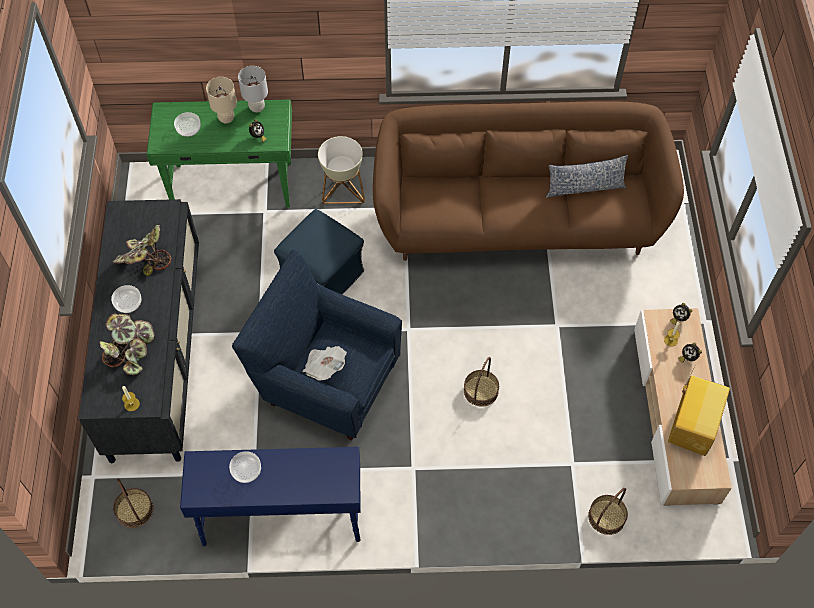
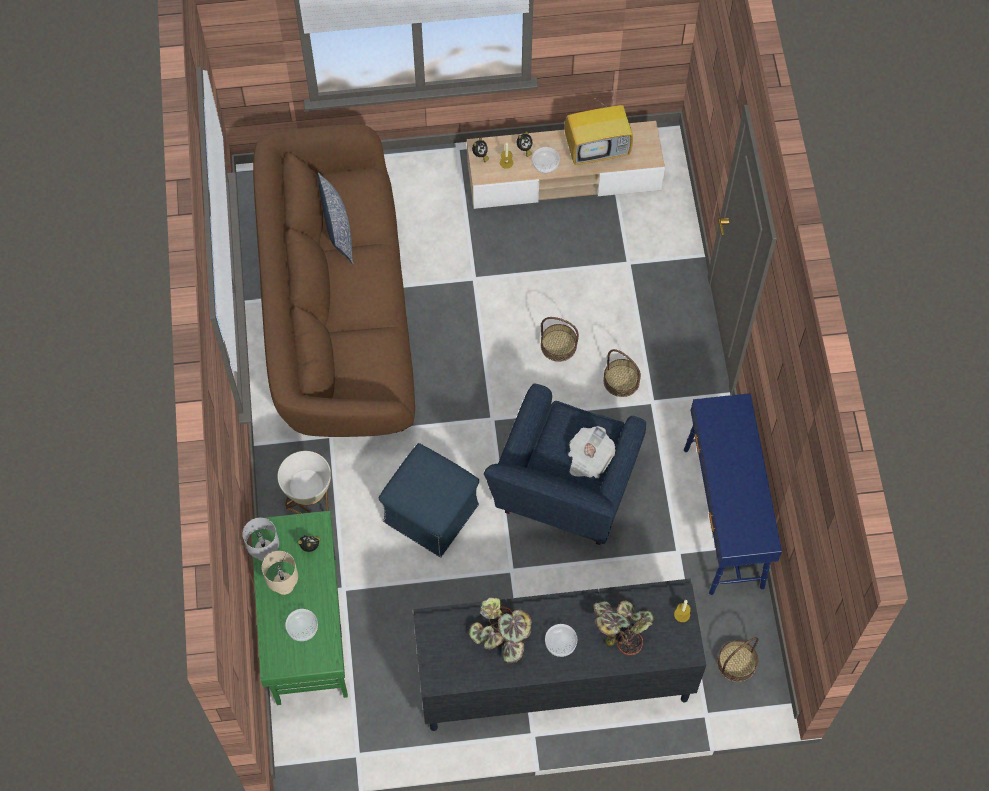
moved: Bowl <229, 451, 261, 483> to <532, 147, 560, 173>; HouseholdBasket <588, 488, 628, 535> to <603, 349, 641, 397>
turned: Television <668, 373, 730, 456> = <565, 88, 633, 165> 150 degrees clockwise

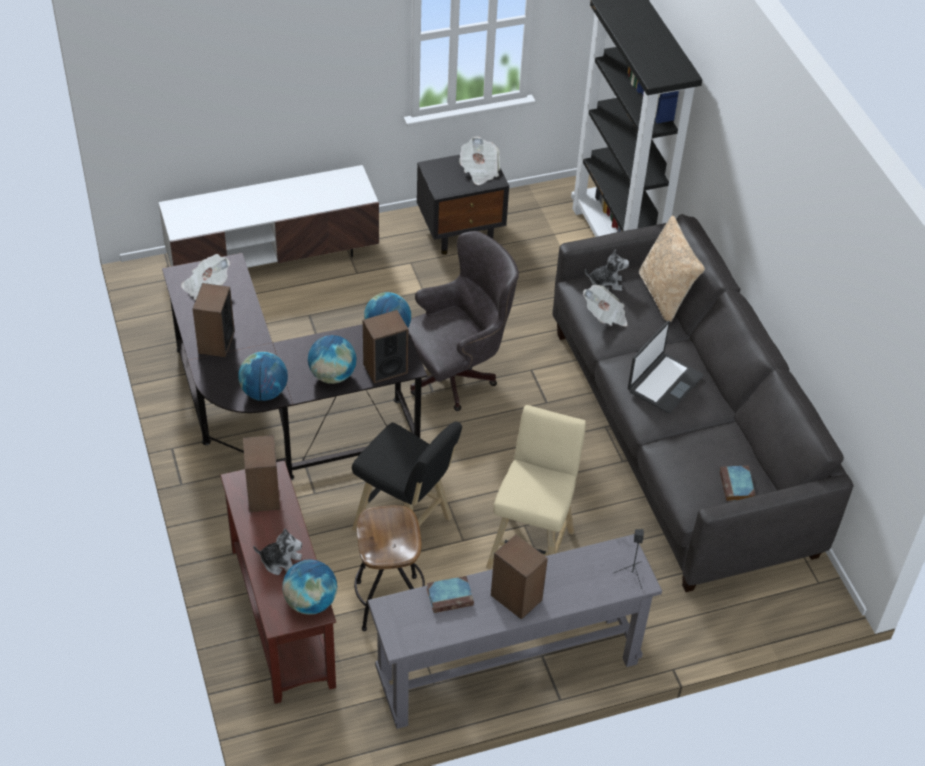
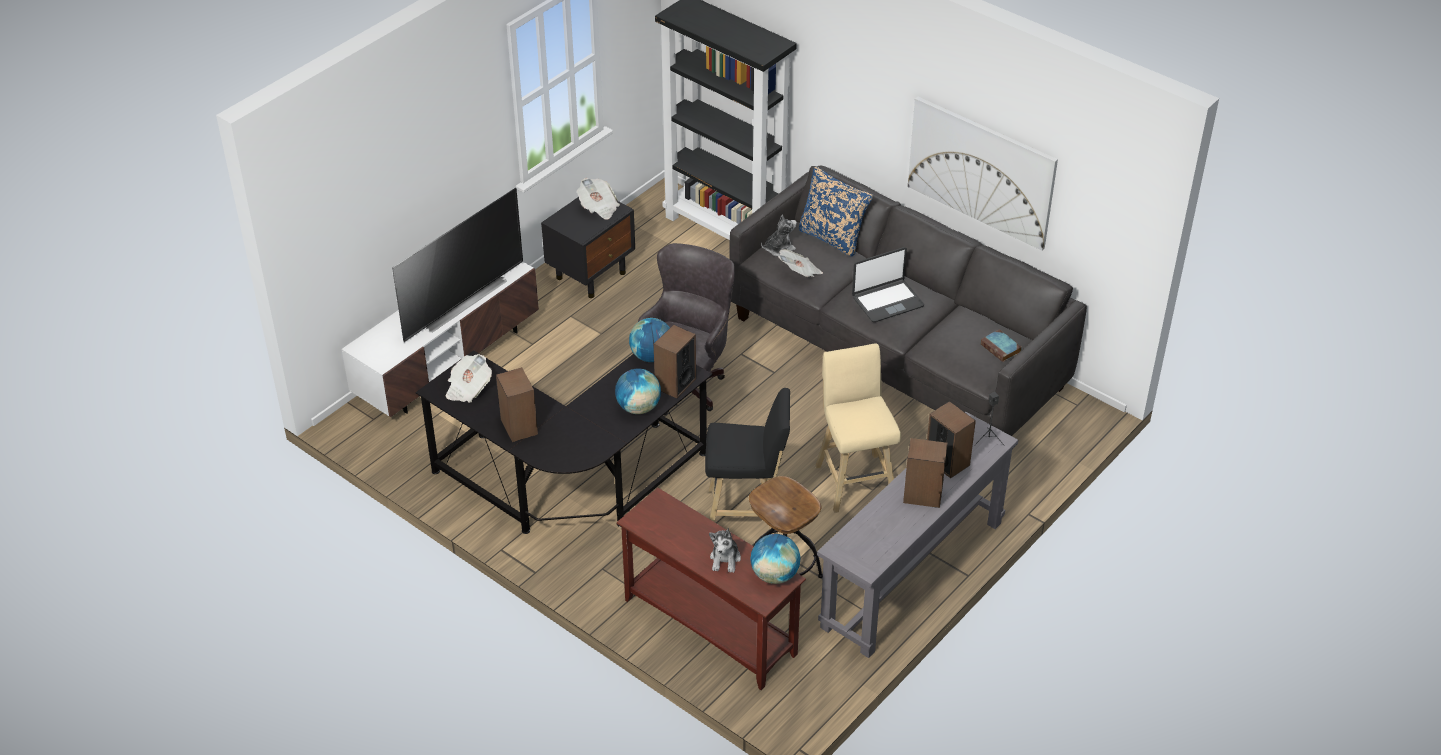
removed: DeskGlobe <238, 352, 288, 401>; Book <426, 576, 474, 613>
added: WallPicture <908, 97, 1058, 251>; Television <392, 188, 523, 342>
moved: Speaker <243, 435, 280, 512> to <927, 401, 976, 478>
recoloured: BeigeColouredCushion <639, 215, 705, 322> to BlueCushion <799, 166, 873, 256>
turned: NotebookComputer <628, 321, 703, 413> = <852, 247, 924, 322> 60 degrees clockwise; PlushToy <253, 529, 302, 575> = <709, 528, 741, 573> 120 degrees clockwise

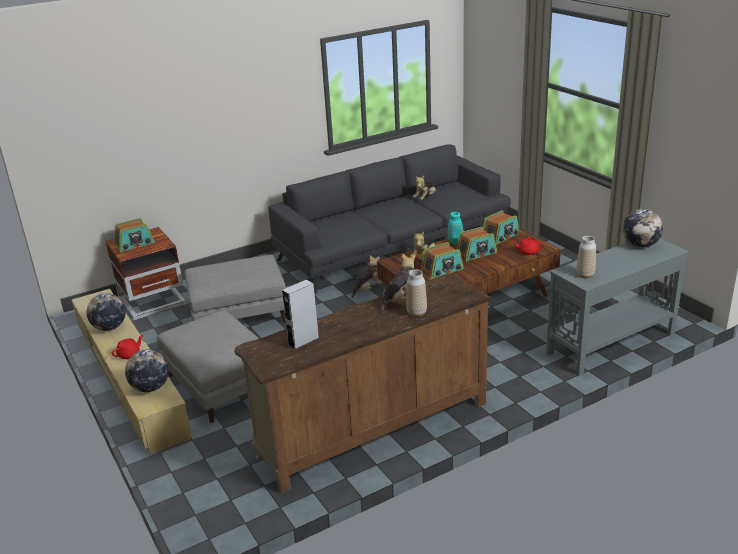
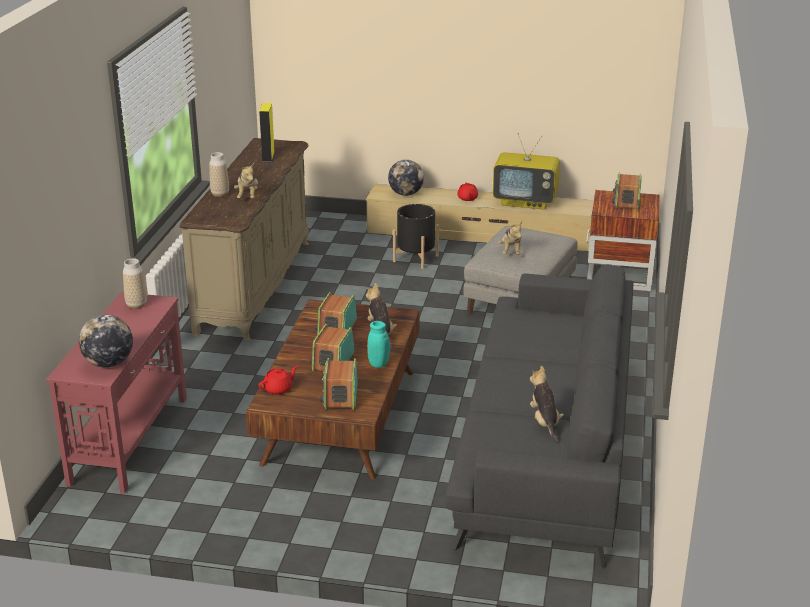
moved: PlushToy <351, 255, 382, 298> to <498, 221, 522, 255>
replaced: DeskGlobe <87, 293, 126, 331> to Television <493, 133, 560, 209>; GreyOttoman <157, 310, 259, 423> to BlackColouredPlantPot <393, 204, 439, 269>
recoloured: GreyNarrowTable <546, 239, 689, 376> to RedColouredNarrowTable <46, 292, 187, 494>; GreySpeaker <282, 279, 319, 350> to YellowishSpeaker <259, 103, 275, 161>

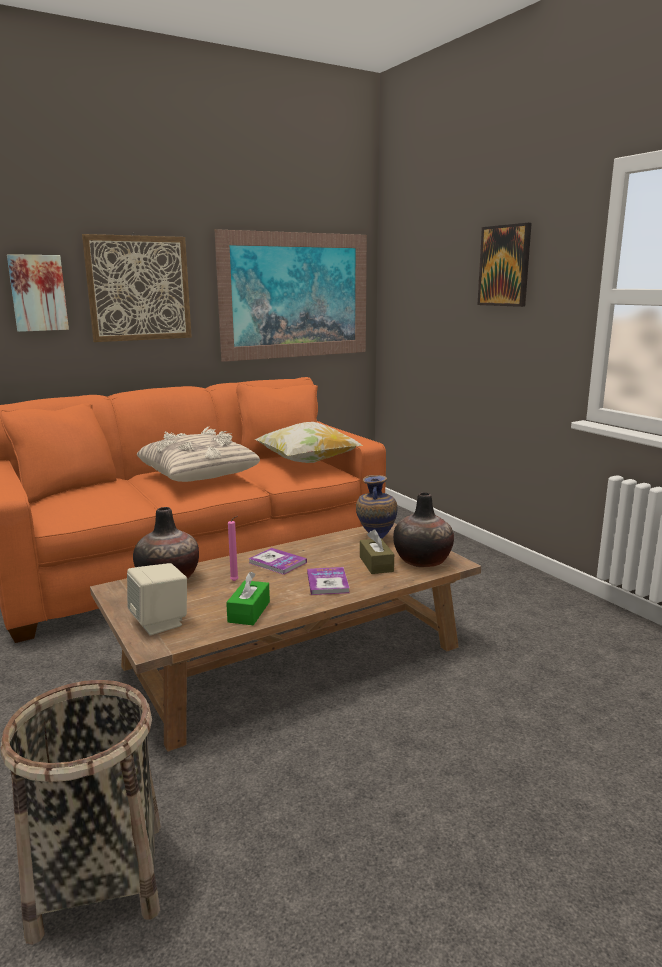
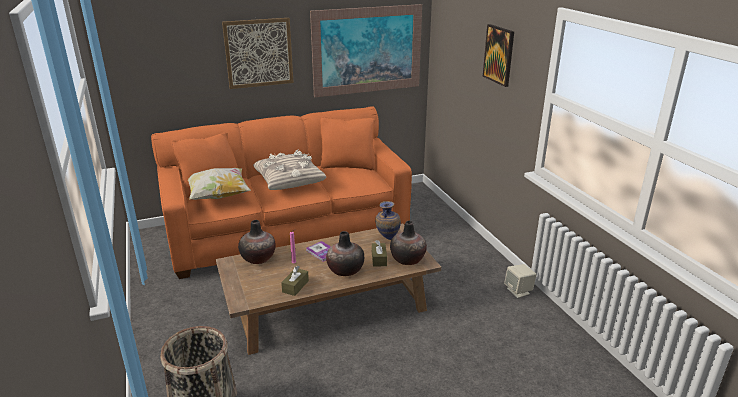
removed: WallPicture <7, 254, 69, 332>
moved: Cushion <255, 422, 363, 463> to <188, 168, 251, 200>; BeigeColouredSpeaker <127, 563, 187, 636> to <504, 264, 537, 298>
replaced: Book <307, 567, 350, 595> to Vase <326, 231, 364, 276>
recoloured: GreenBoxOfTissues <226, 572, 270, 625> to BrownBoxOfTissues <281, 266, 309, 296>

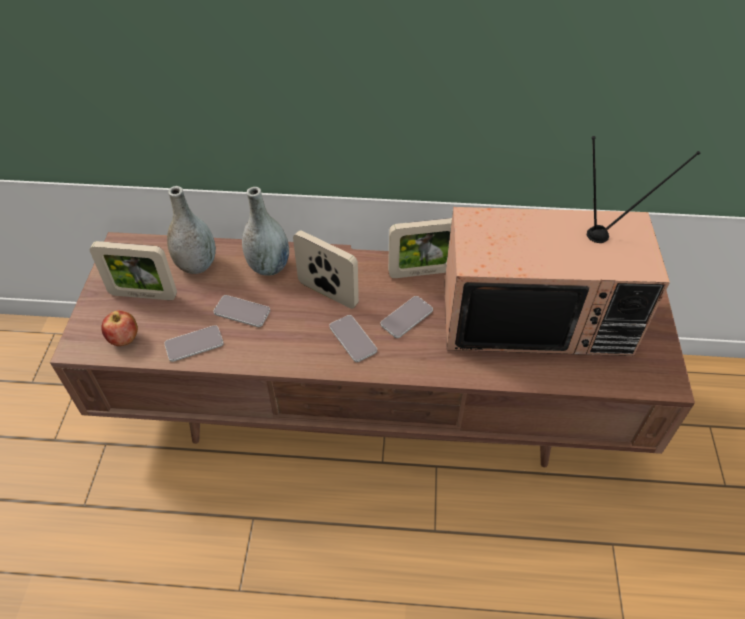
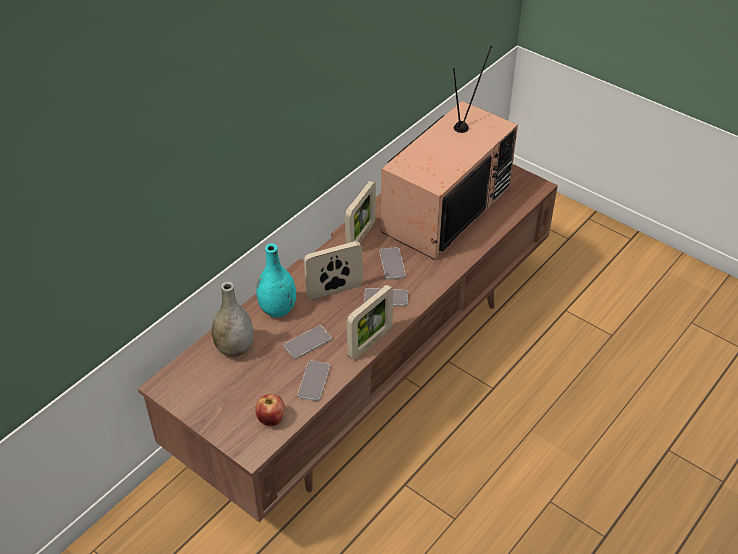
moved: PictureFrame <90, 241, 177, 300> to <347, 285, 393, 360>
recoloured: GreyVase <242, 187, 289, 276> to TurquoiseVase <256, 244, 296, 317>

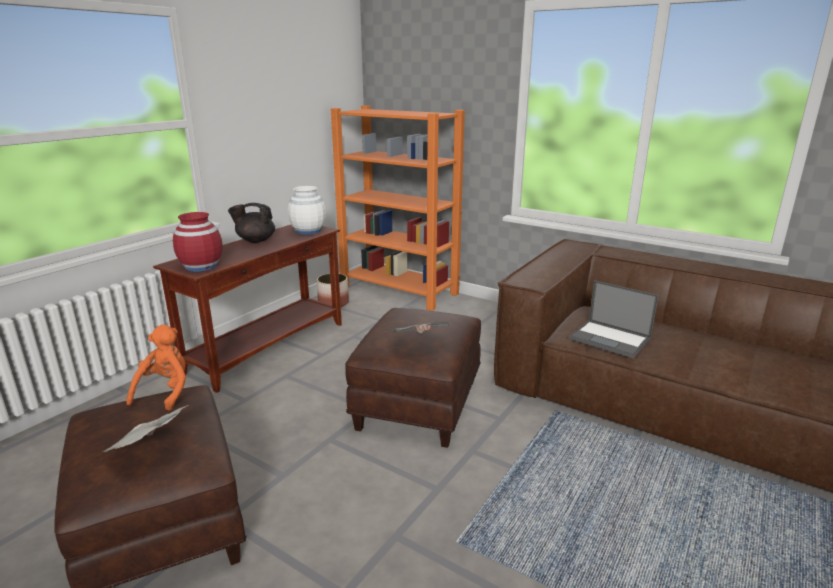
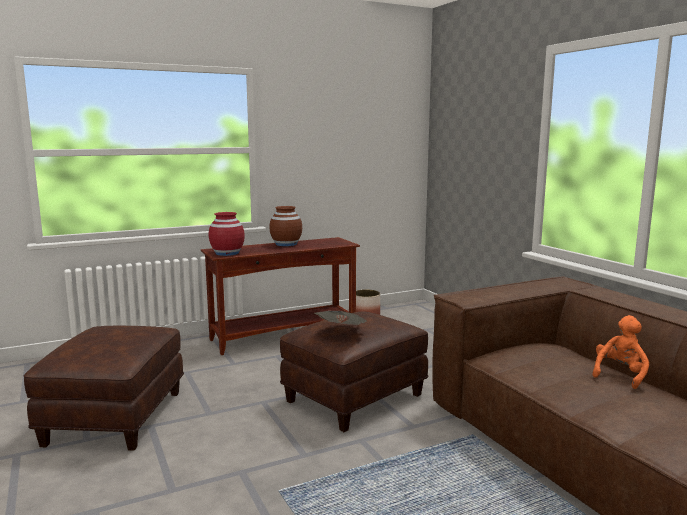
removed: OrangeShelvingUnit <331, 105, 465, 311>; WhiteVase <288, 186, 326, 234>; NotebookComputer <569, 280, 659, 358>; Newspaper <103, 405, 188, 452>
moved: OrangePlushToy <126, 325, 186, 411> to <592, 315, 649, 389>
replaced: BlackColouredTeapot <228, 203, 275, 243> to BrownVase <269, 206, 302, 246>

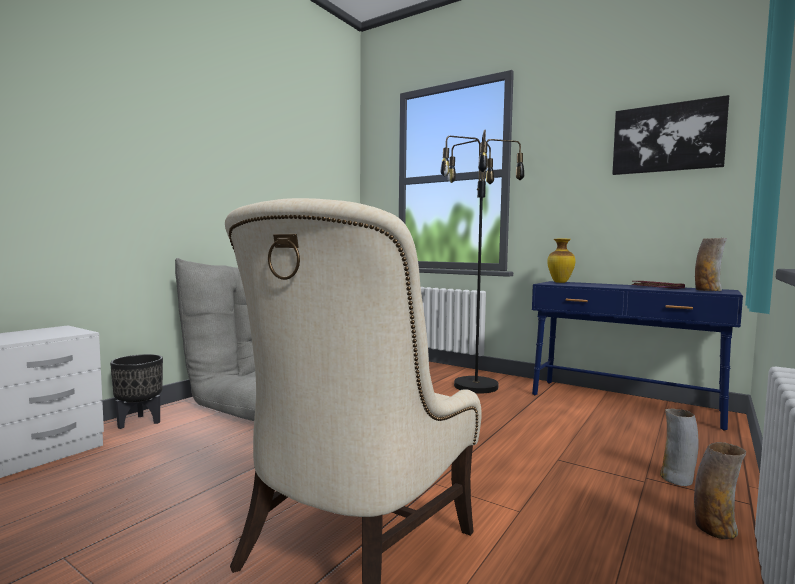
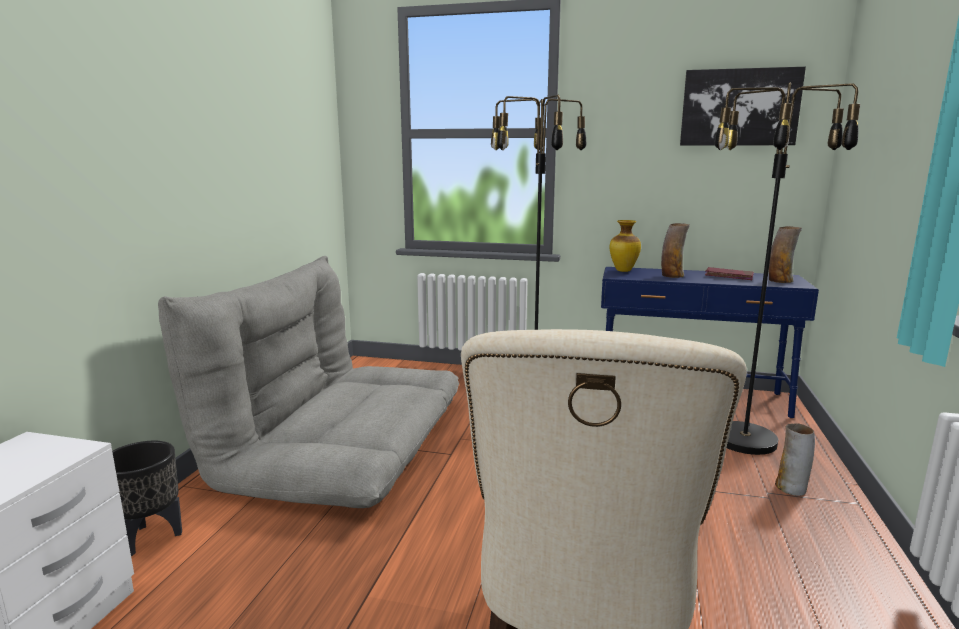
added: StandardLamp <715, 83, 860, 455>
moved: Vase <694, 442, 746, 539> to <661, 223, 690, 278>

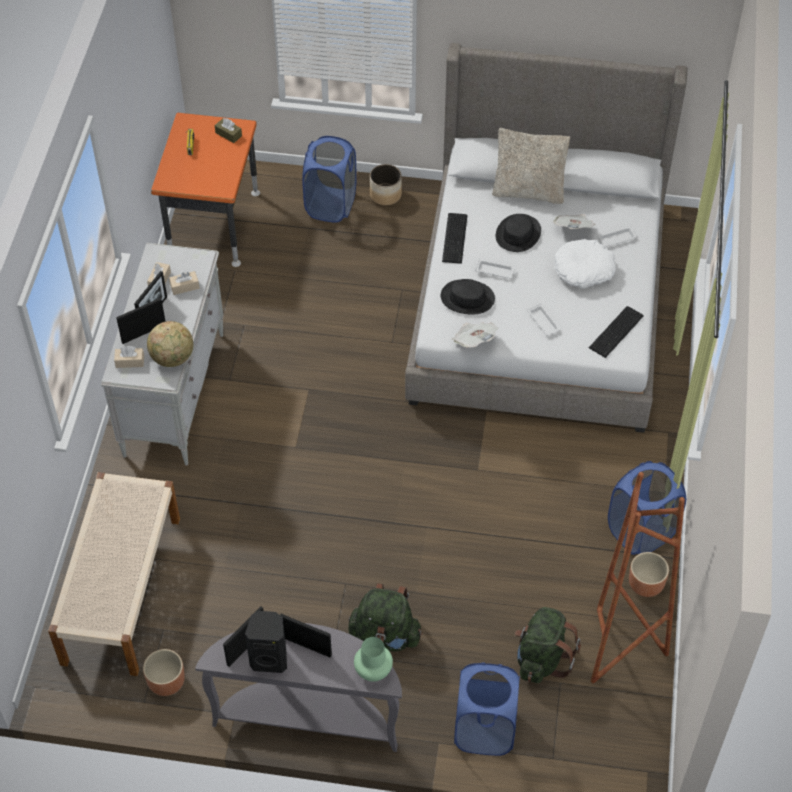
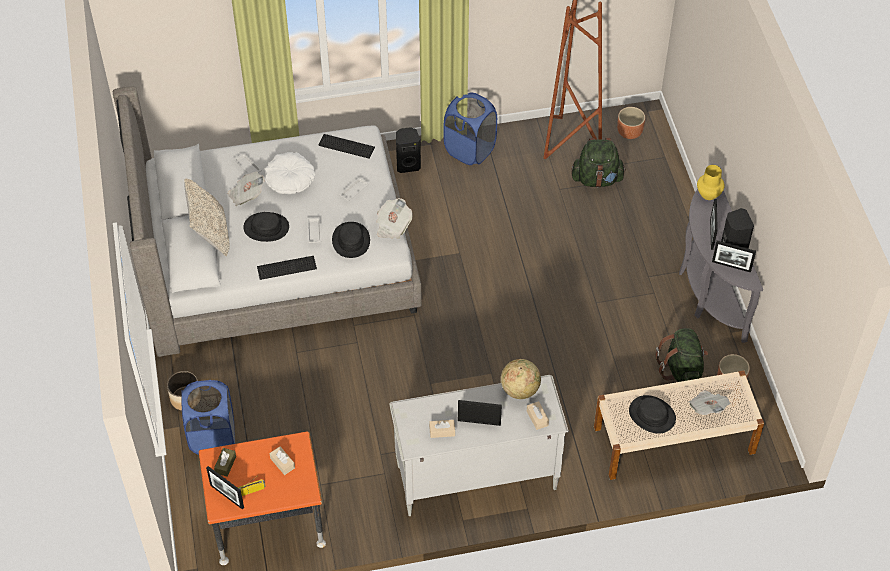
removed: BlueWashingBasket <454, 662, 520, 756>
added: BlackColouredSpeaker <396, 127, 421, 173>; Newspaper <688, 390, 730, 415>; BlackColouredWearableHat <629, 395, 676, 434>
moved: BeigeColouredBoxOfTissues <169, 271, 200, 295> to <270, 447, 295, 475>; PictureFrame <116, 298, 166, 344> to <206, 466, 244, 510>; BrownPlantPot <629, 552, 669, 597> to <617, 107, 645, 139>; GreenBackpack <348, 583, 423, 652> to <655, 328, 708, 382>
recoloured: GreenVase <354, 637, 393, 682> to YellowishVase <697, 165, 725, 200>

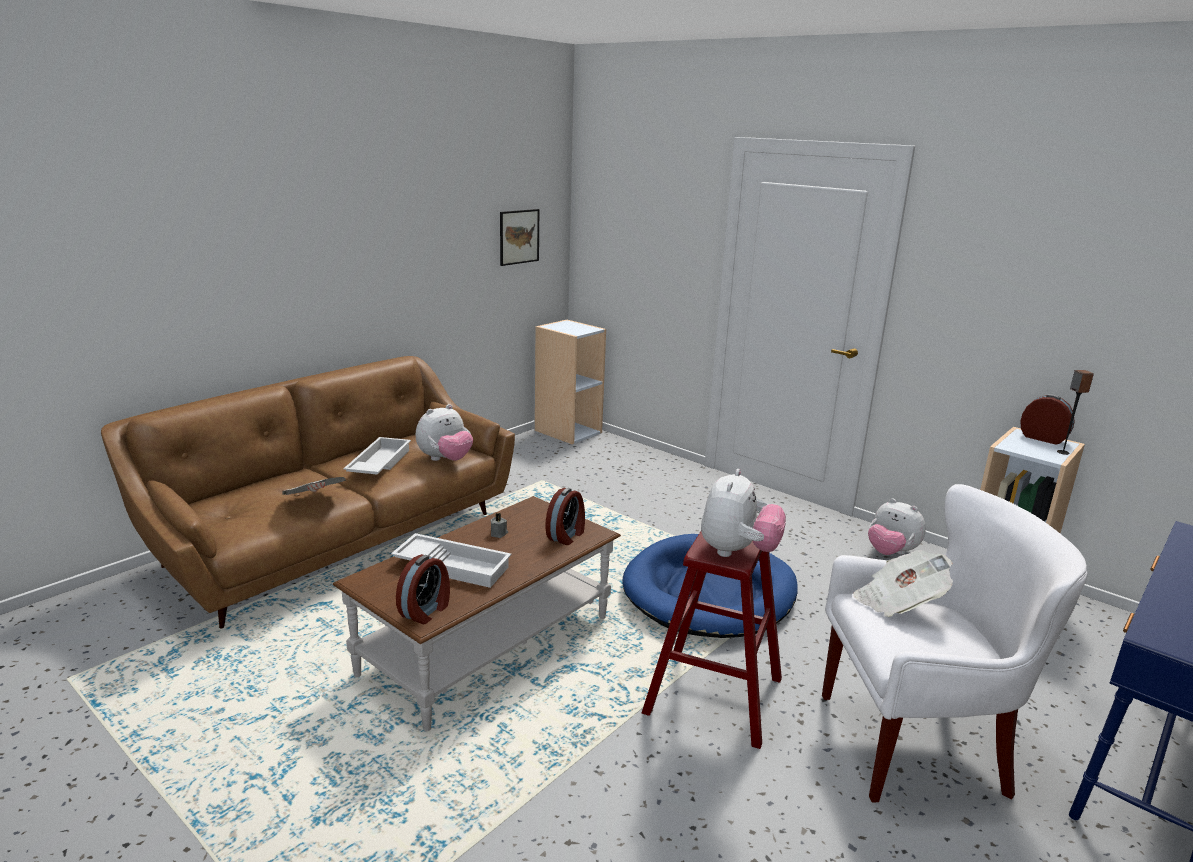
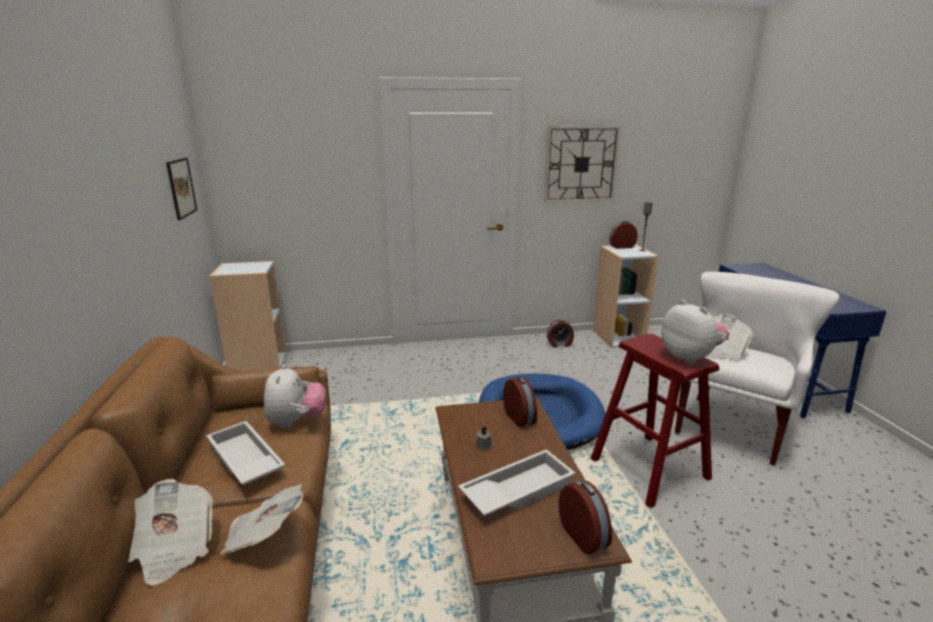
added: HangingClock <544, 126, 621, 203>; Newspaper <128, 479, 213, 586>
replaced: PlushToy <868, 498, 926, 555> to AlarmClock <547, 320, 574, 348>

